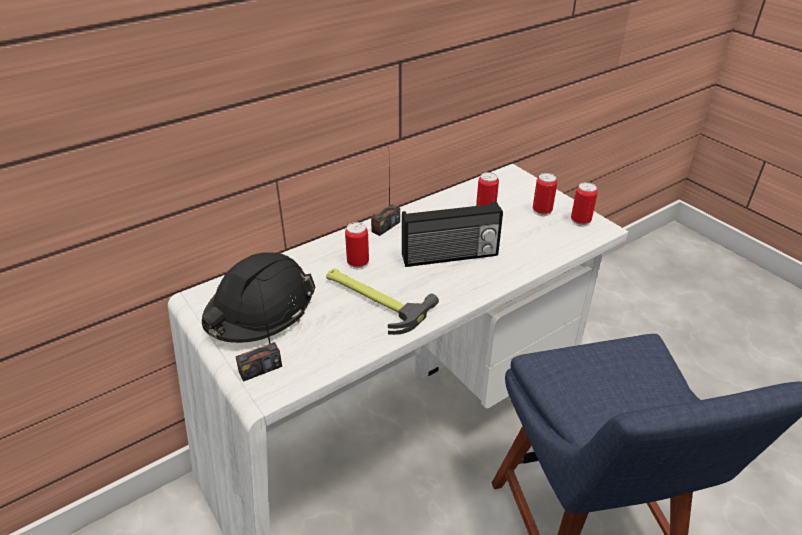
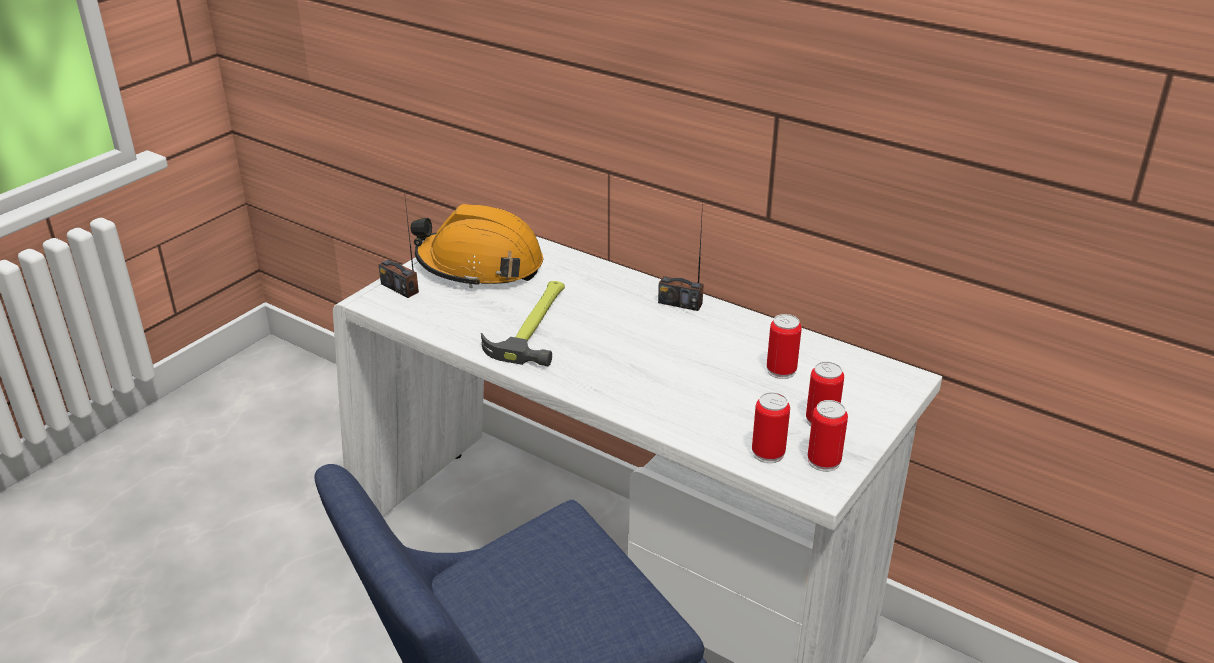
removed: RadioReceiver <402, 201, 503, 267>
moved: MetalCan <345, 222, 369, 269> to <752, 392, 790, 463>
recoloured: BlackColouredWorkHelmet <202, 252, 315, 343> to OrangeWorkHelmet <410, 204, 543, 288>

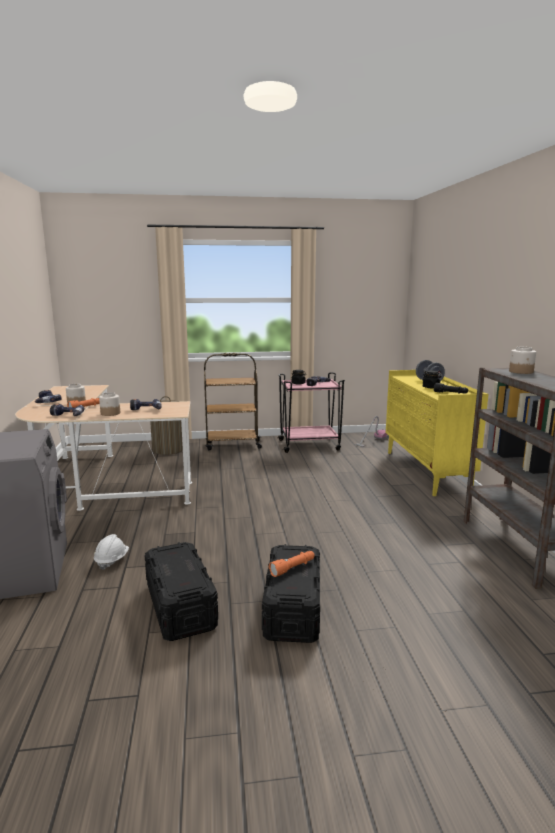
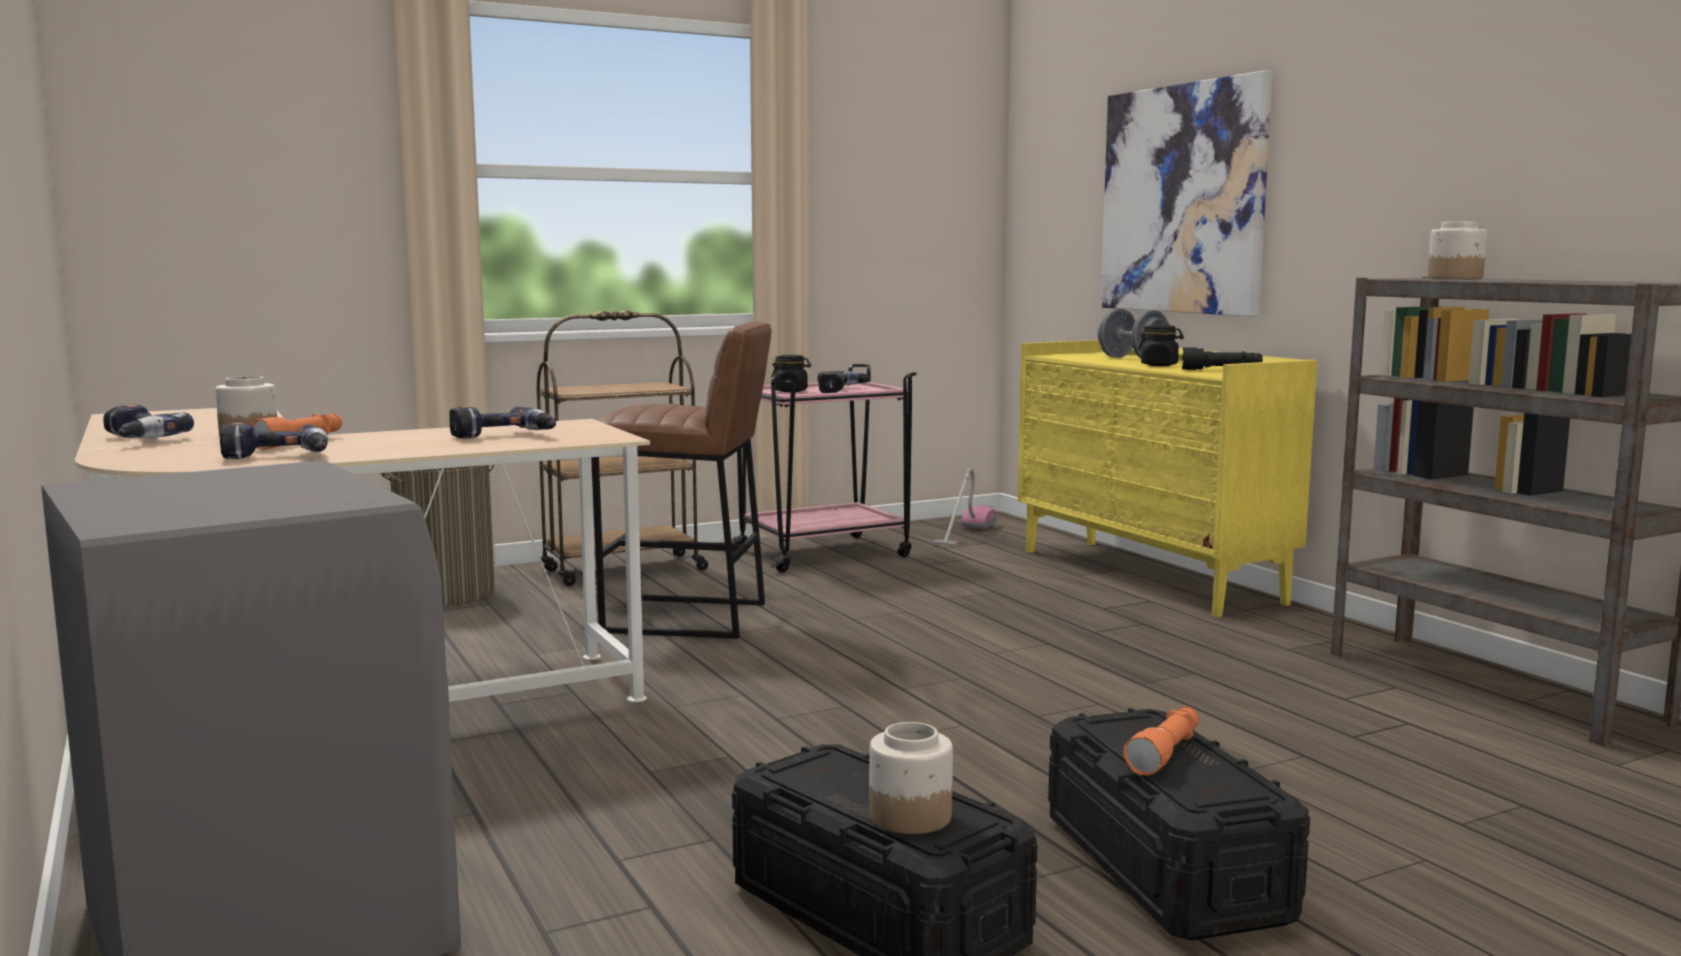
removed: WhiteWorkHelmet <94, 534, 129, 570>
added: WallPicture <1101, 70, 1273, 317>; BrownSittingStool <591, 321, 772, 639>
moved: StorageJar <99, 392, 120, 416> to <869, 722, 953, 834>

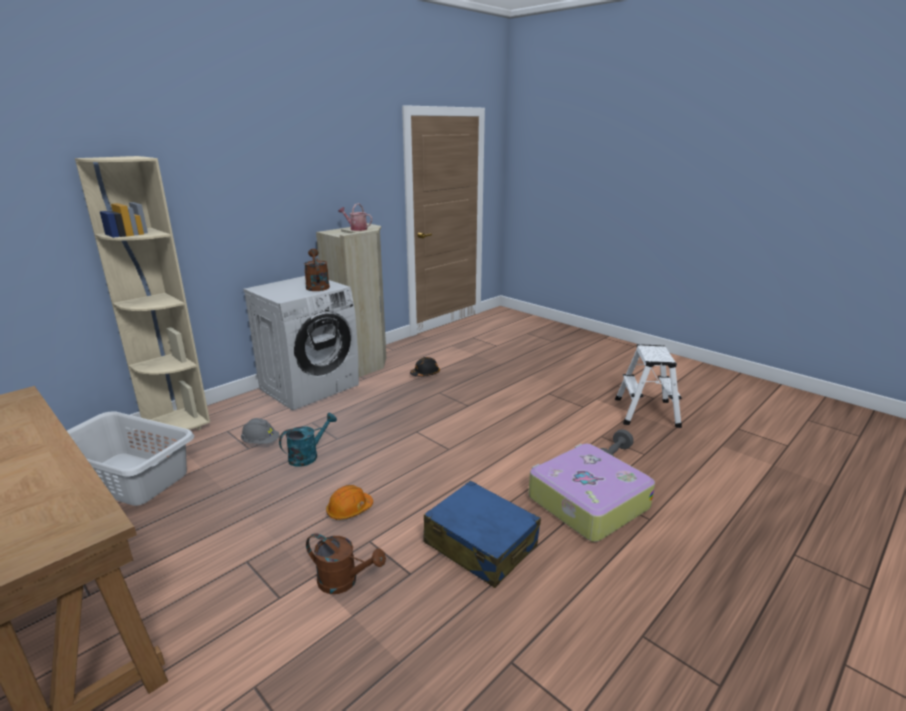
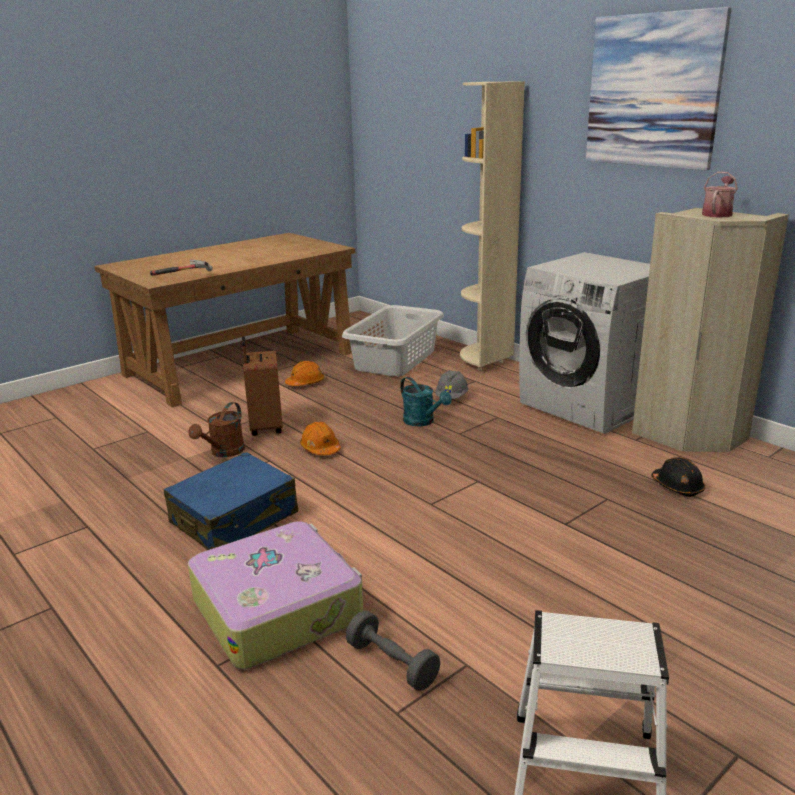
removed: BrownWateringCan <304, 249, 330, 291>
added: WallPicture <586, 7, 732, 171>; Hammer <150, 259, 213, 276>; BrownSuitcase <242, 336, 283, 436>; OrangeWorkHelmet <285, 361, 324, 386>

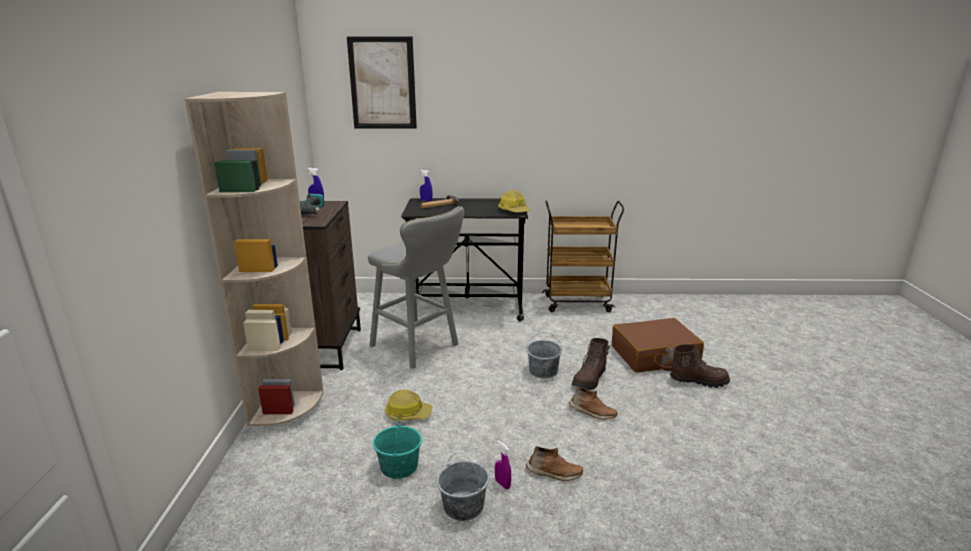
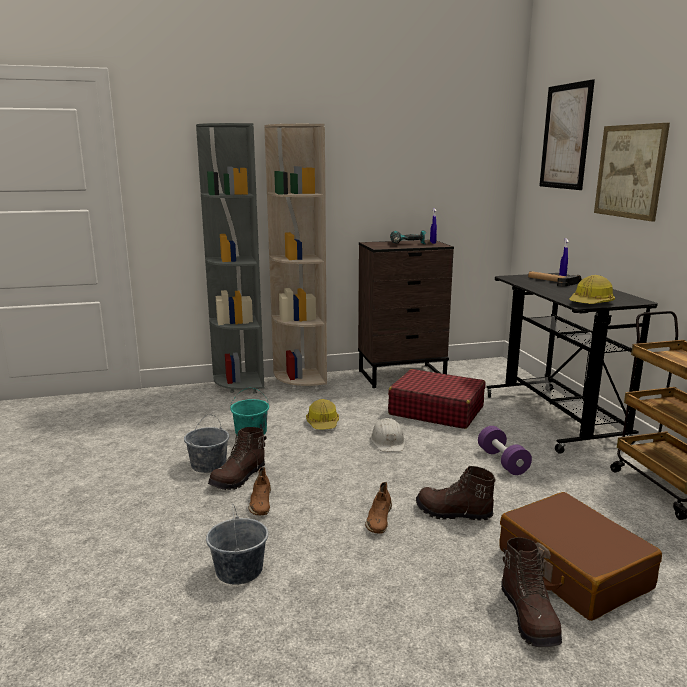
added: GreyShelvingUnit <196, 123, 264, 393>; WallPicture <594, 123, 670, 222>; WhiteWorkHelmet <370, 418, 405, 452>; PurpleColouredFreeWeight <478, 426, 532, 475>
moved: GreyPail <527, 332, 562, 379> to <206, 504, 268, 585>
replaced: GreySittingStool <368, 206, 464, 369> to RedColouredSuitcase <388, 369, 486, 429>; PurpleColouredSprayer <495, 440, 511, 489> to BrownHighTopBoot <208, 427, 267, 490>

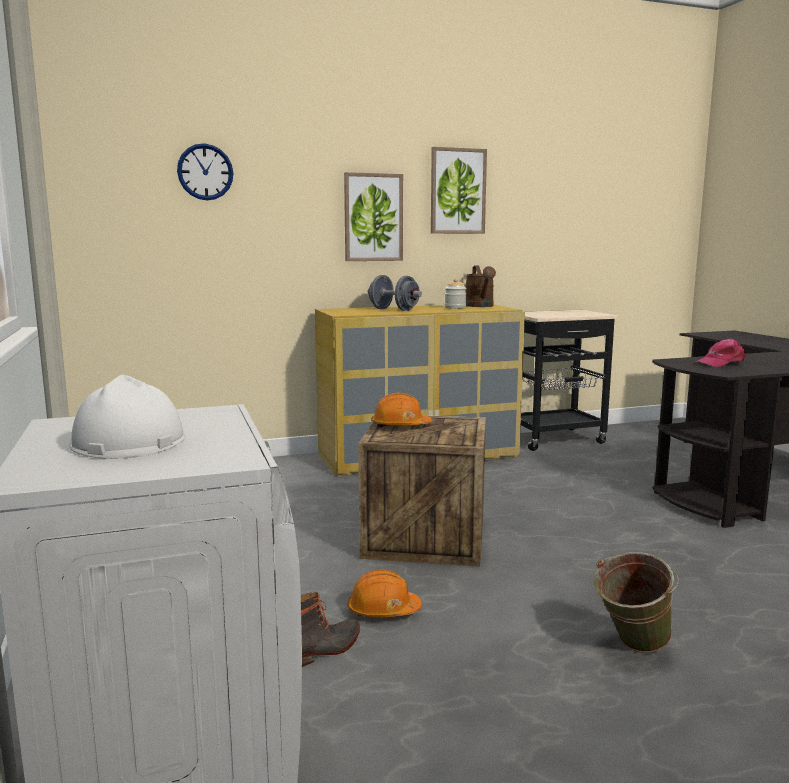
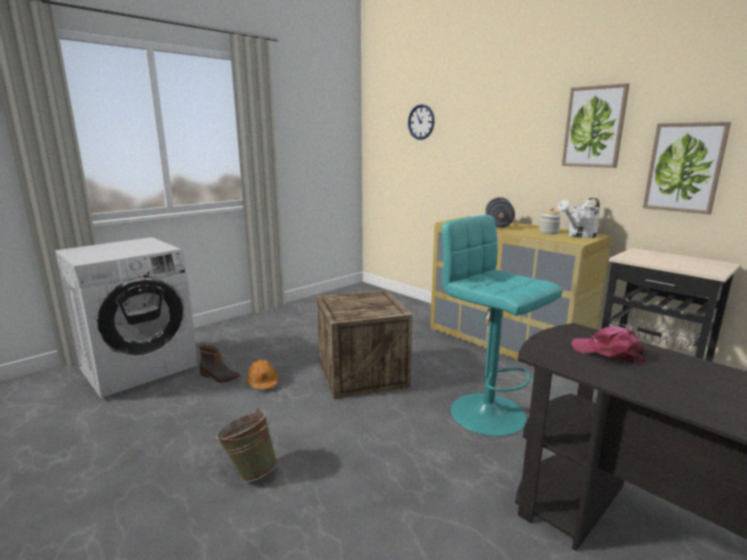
removed: WhiteWorkHelmet <69, 375, 186, 459>; OrangeWorkHelmet <371, 393, 432, 427>
added: TurquoiseSittingStool <441, 215, 563, 436>
moved: WallPicture <344, 172, 403, 261> to <643, 122, 731, 214>
recoloured: BrownWateringCan <466, 265, 496, 307> to WhiteWateringCan <557, 198, 600, 238>

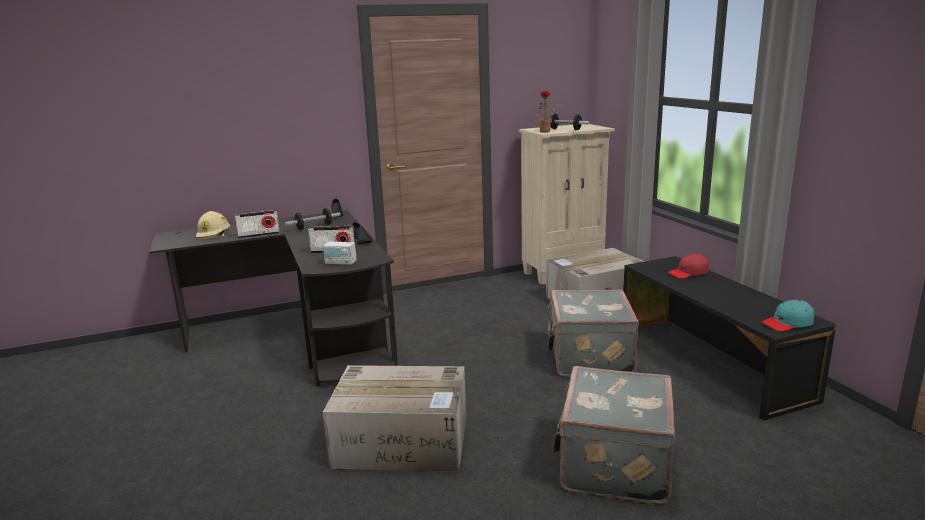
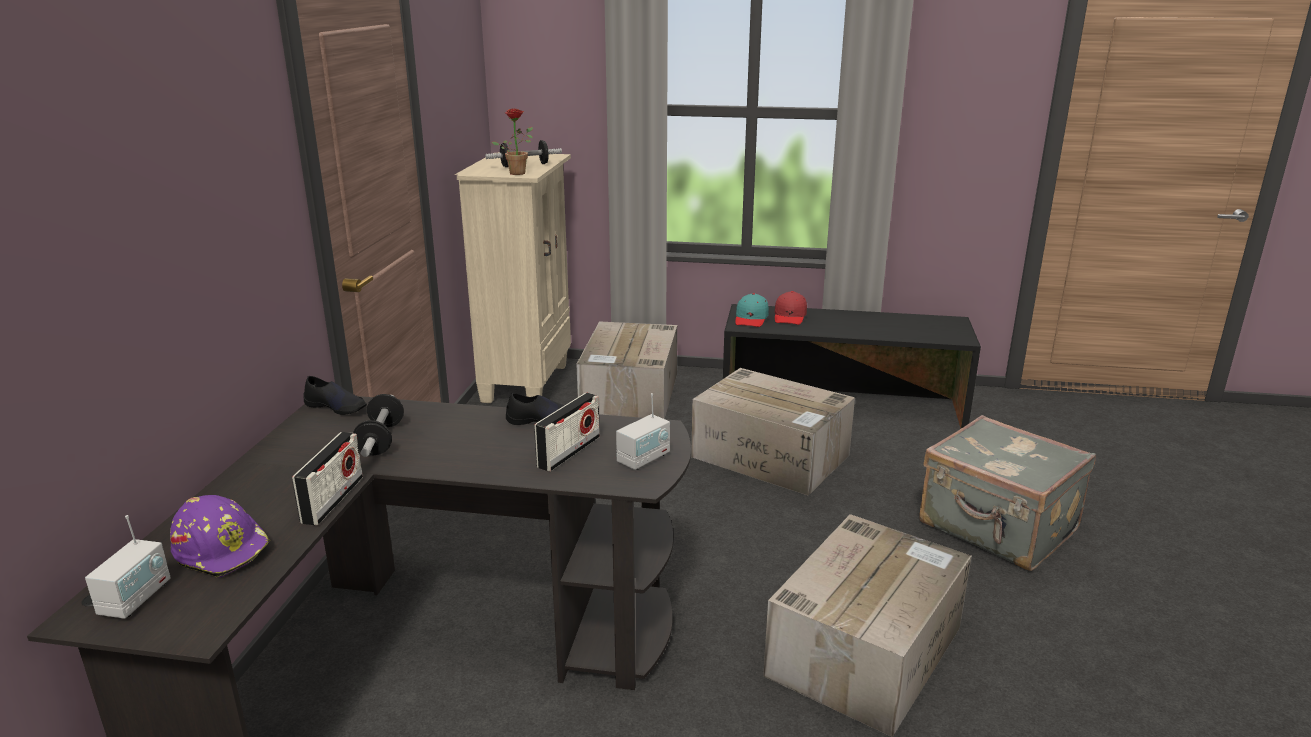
added: RadioReceiver <85, 515, 171, 619>
moved: TurquoiseBaseballCap <762, 300, 814, 331> to <735, 293, 769, 327>
replaced: GreySuitcase <548, 290, 639, 377> to CardboardBox <691, 368, 855, 496>
recoloured: BeigeColouredWorkHelmet <196, 211, 230, 239> to PurpleColouredWorkHelmet <170, 495, 270, 577>

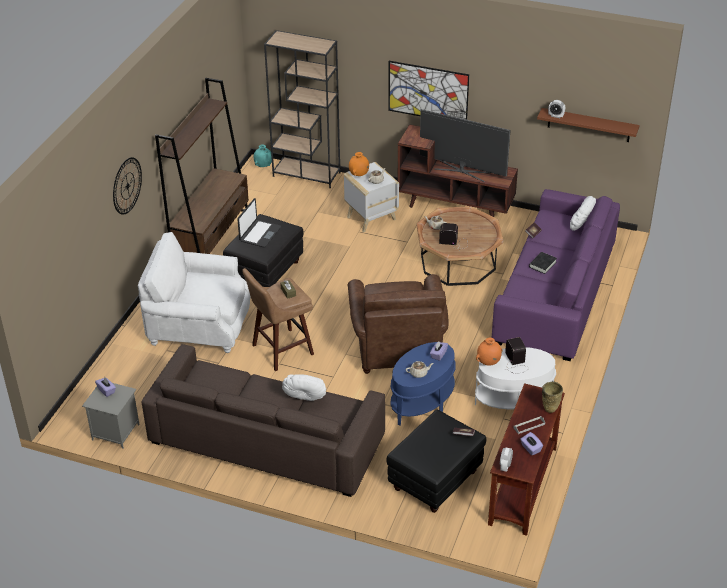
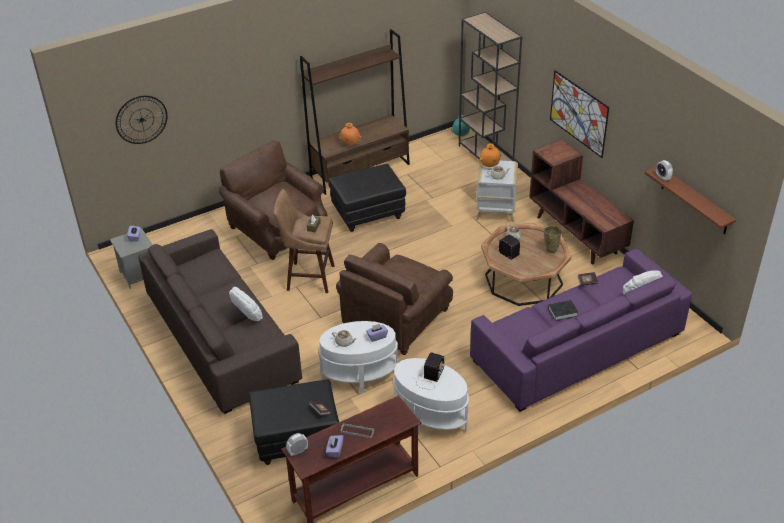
removed: Television <420, 109, 511, 182>; NotebookComputer <237, 198, 281, 247>
moved: HangingClock <113, 157, 142, 215> to <116, 95, 167, 144>; OrangeVase <476, 338, 503, 365> to <339, 123, 362, 146>; BeigeColouredVase <542, 382, 563, 413> to <544, 226, 561, 253>
recoloured: WhiteEasyChair <138, 232, 251, 353> to BrownEasyChair <219, 141, 328, 260>; BlueAccentTable <390, 342, 456, 426> to WhiteAccentTable <318, 321, 398, 393>

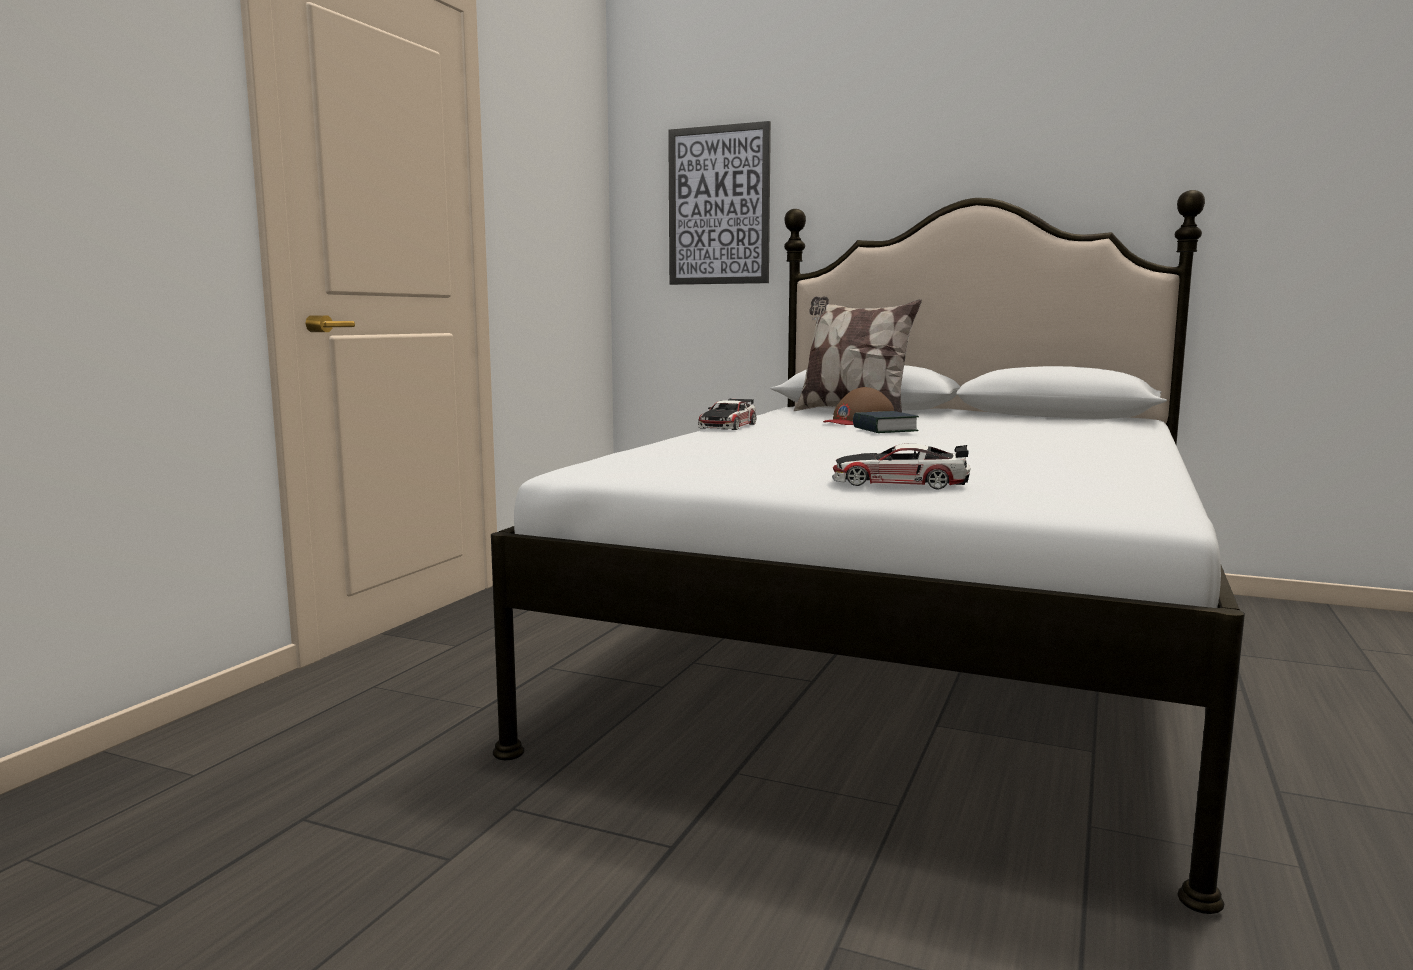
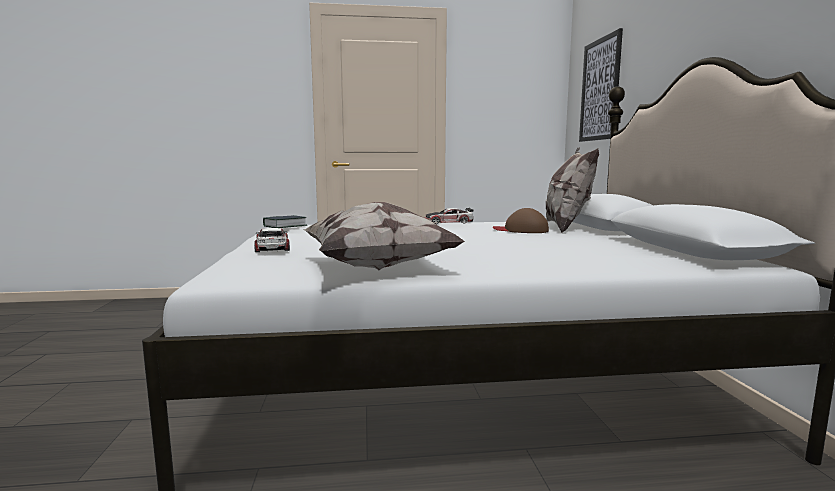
added: Cushion <302, 202, 466, 270>
moved: Book <853, 411, 919, 433> to <263, 215, 307, 228>

